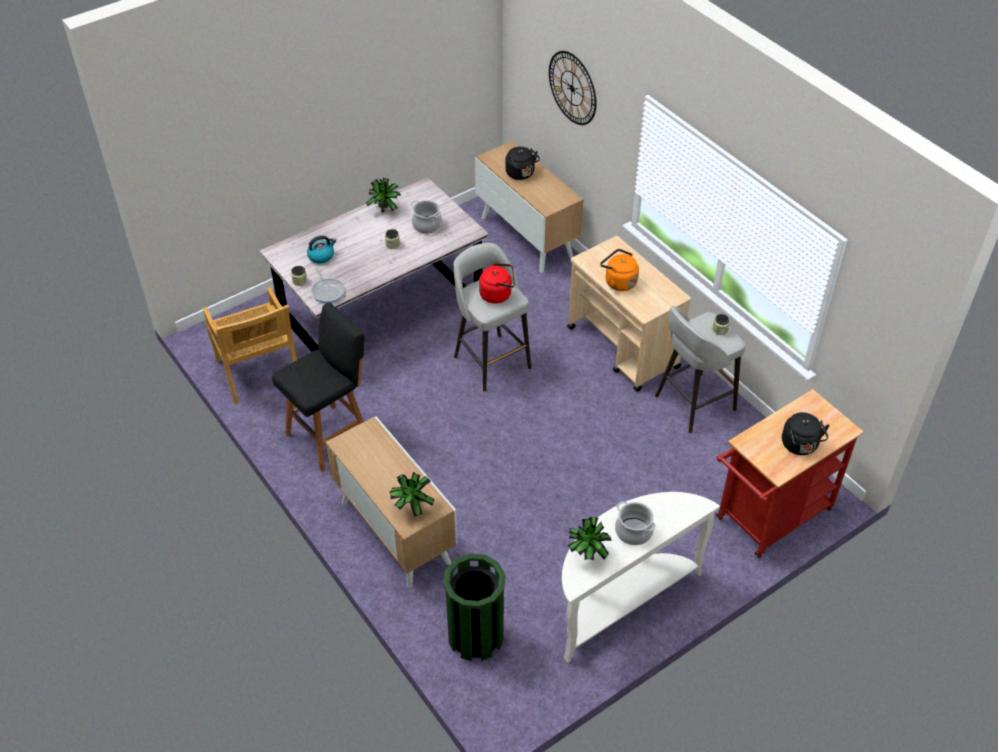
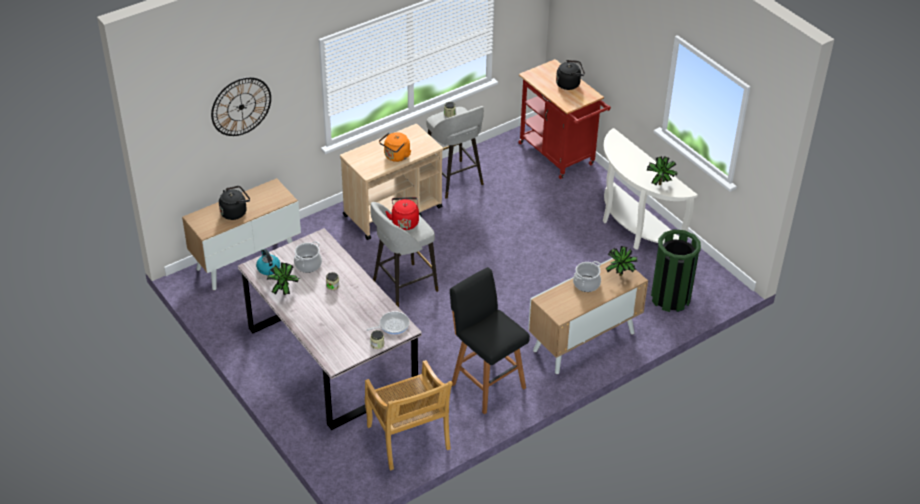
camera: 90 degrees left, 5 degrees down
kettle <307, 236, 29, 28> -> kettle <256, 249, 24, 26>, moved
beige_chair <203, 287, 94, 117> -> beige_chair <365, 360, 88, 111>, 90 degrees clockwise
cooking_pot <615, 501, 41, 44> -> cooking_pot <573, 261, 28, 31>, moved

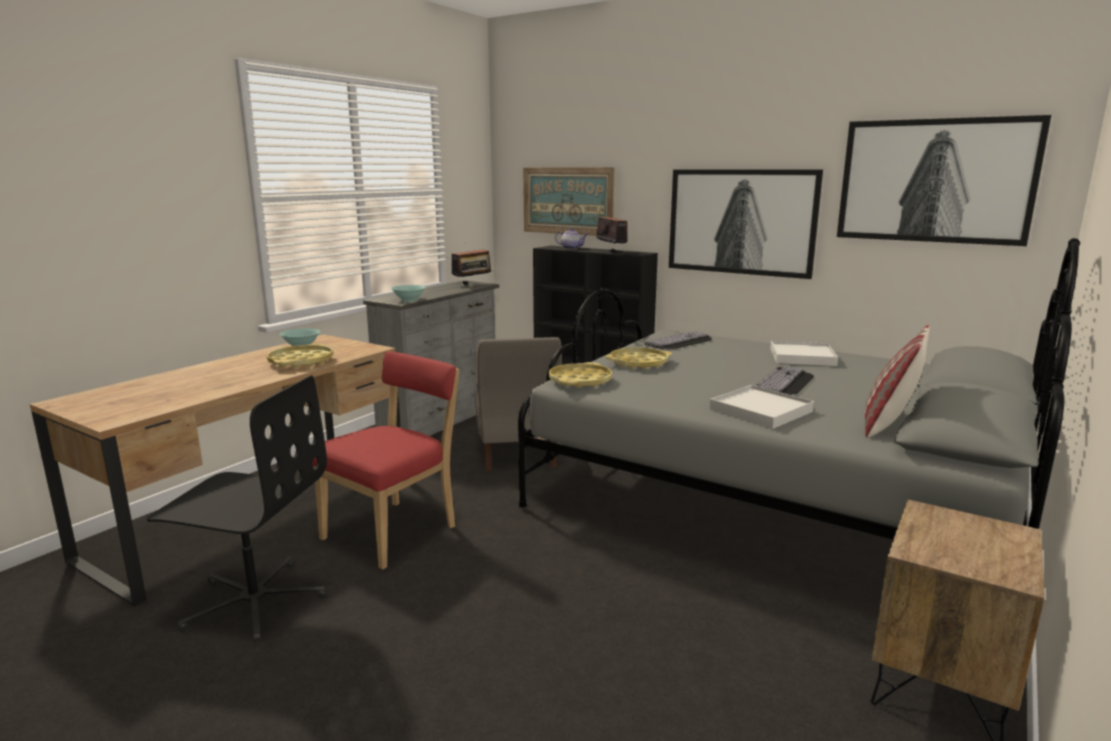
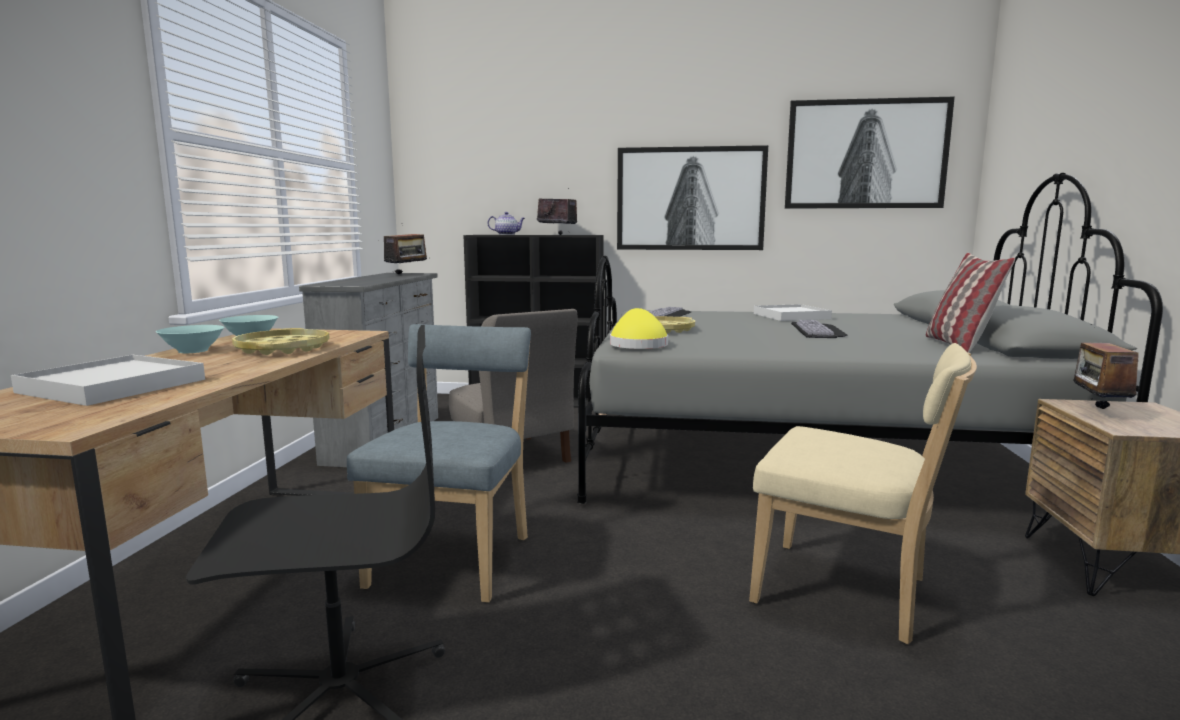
camera: 25 degrees left, 5 degrees down
white_tray <709, 385, 105, 44> -> white_tray <11, 355, 194, 51>, moved
turquoise_bowl <391, 285, 35, 17> -> turquoise_bowl <156, 325, 69, 28>, moved
red_chair <312, 351, 148, 219> -> blue_chair <347, 324, 184, 279>
yellow_tray <549, 362, 63, 26> -> yellow_hat <610, 308, 58, 41>
none -> beige_chair <749, 343, 228, 301>
none -> radio <1061, 324, 84, 85>
picture <523, 167, 92, 69> -> none

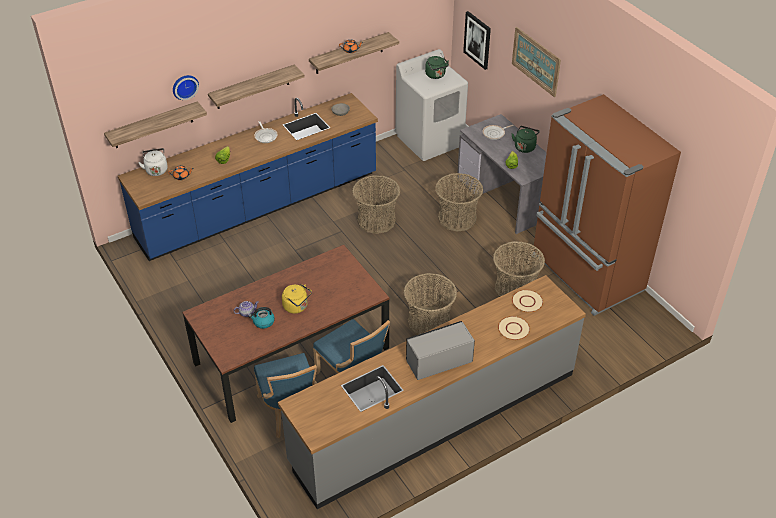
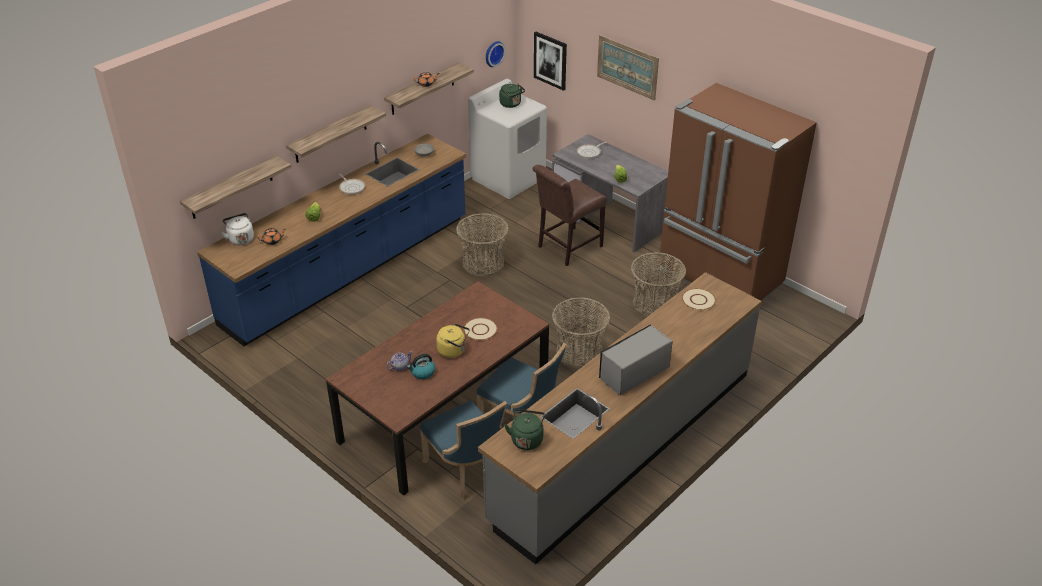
camera: 15 degrees left, 5 degrees down
beige_plate <498, 316, 32, 24> -> beige_plate <463, 318, 34, 22>, moved
wall_clock <173, 75, 26, 25> -> wall_clock <486, 41, 19, 26>, moved
green_kettle <511, 126, 29, 27> -> green_kettle <504, 409, 41, 41>, moved
basket <435, 173, 48, 59> -> brown_chair <533, 165, 74, 101>

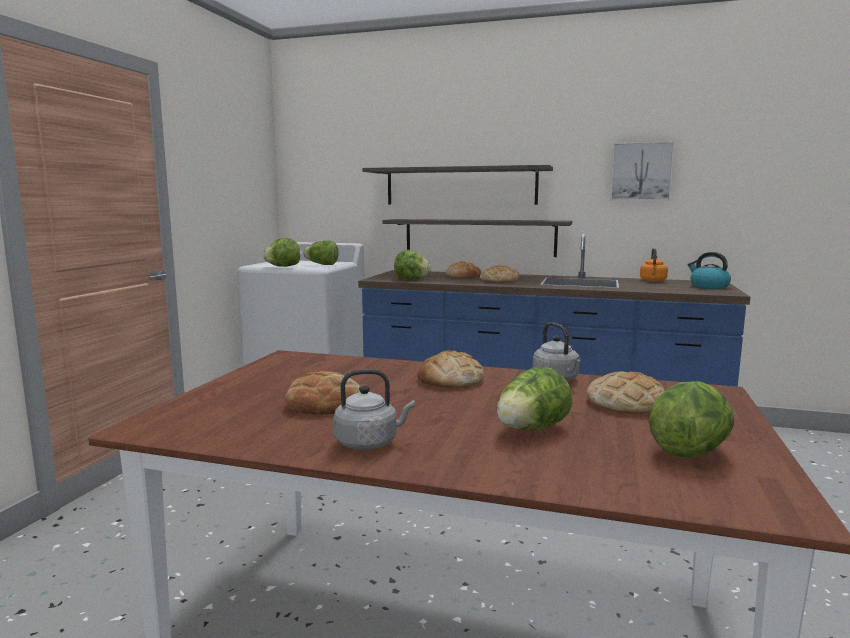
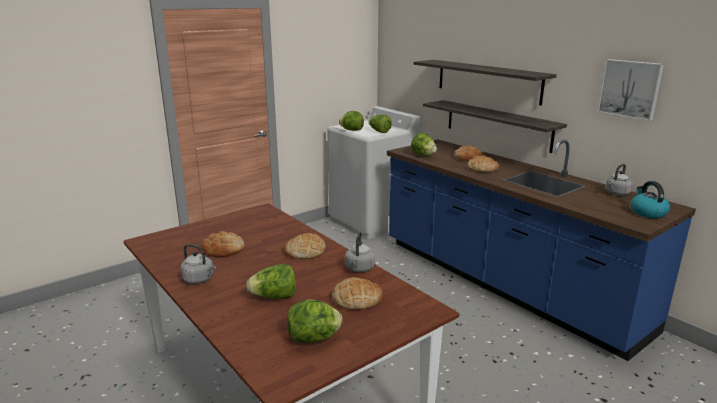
camera: 35 degrees right, 10 degrees up
orange_kettle <640, 248, 28, 34> -> grey_kettle <605, 164, 28, 31>

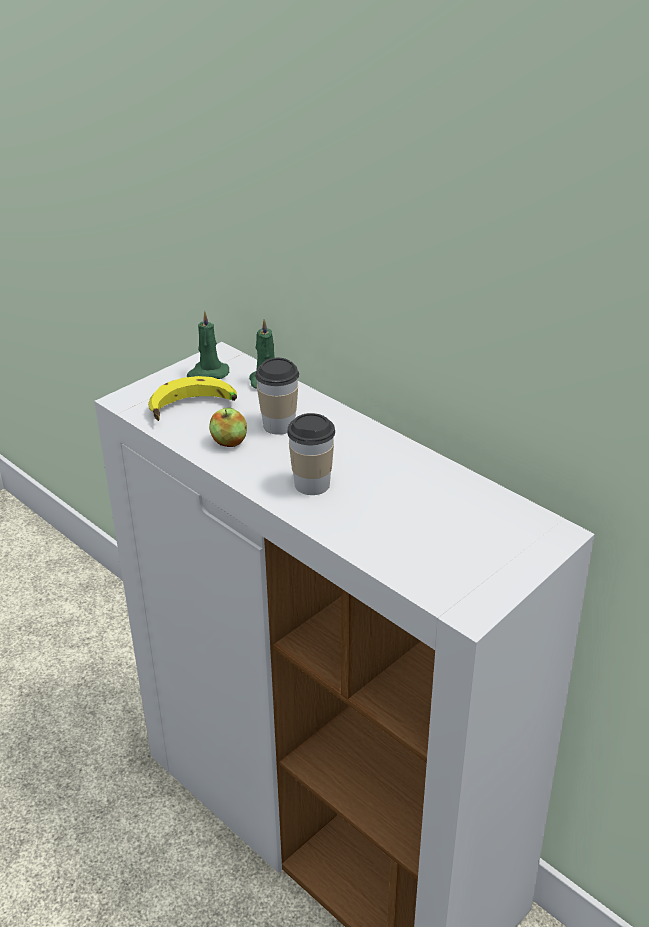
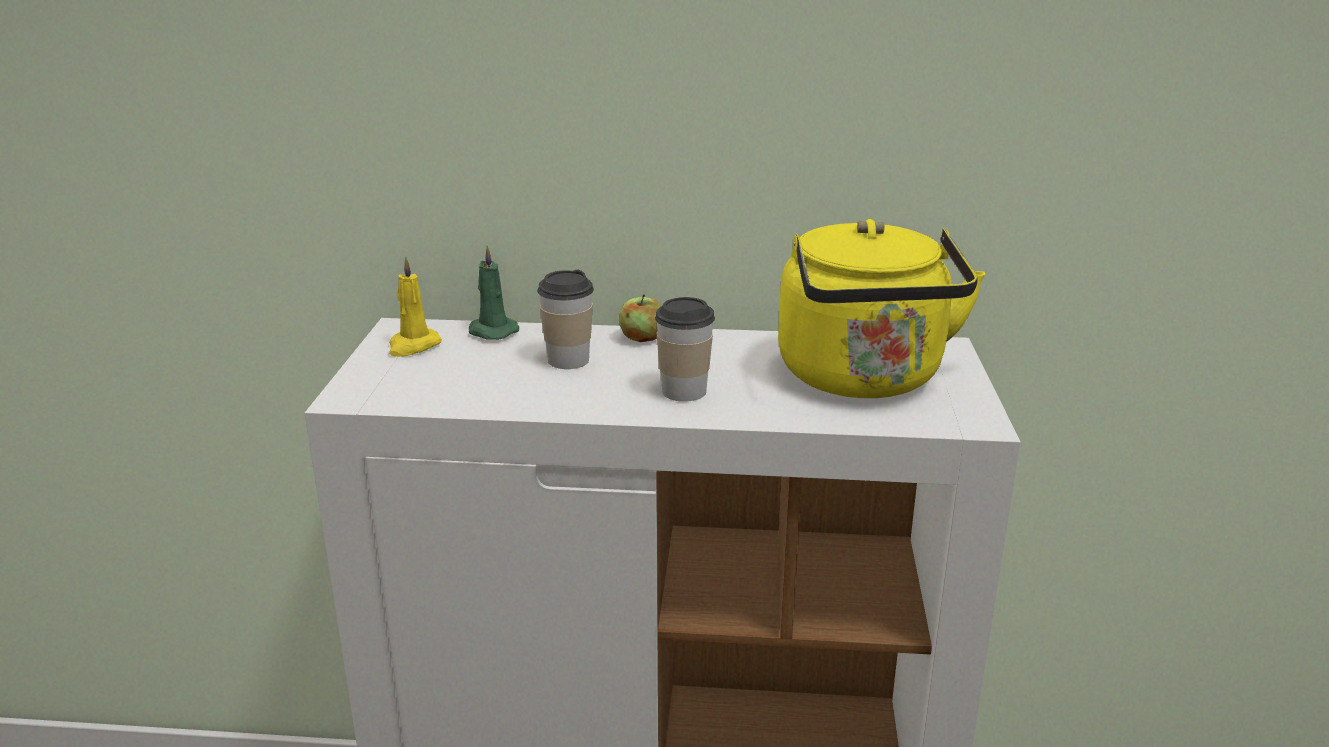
camera: 40 degrees left, 10 degrees down
green_candle <186, 311, 43, 68> -> yellow_candle <389, 256, 53, 101>
apple <209, 408, 38, 39> -> apple <619, 294, 42, 48>, moved
none -> yellow_kettle <778, 219, 207, 179>
banana <148, 376, 89, 45> -> none

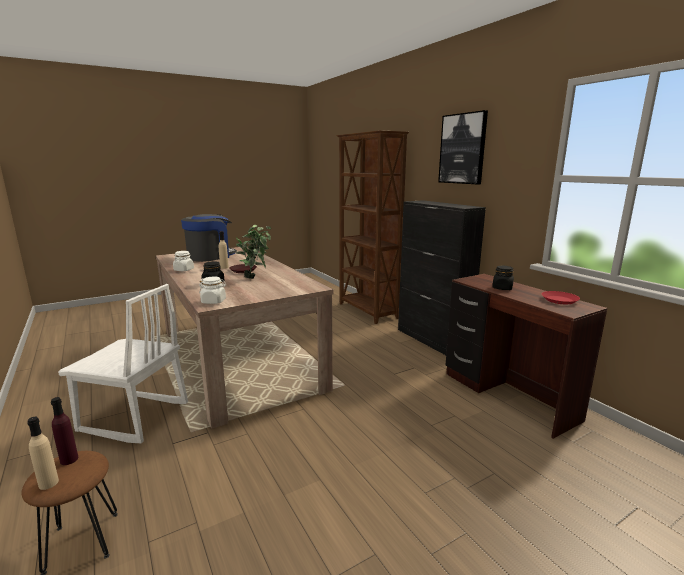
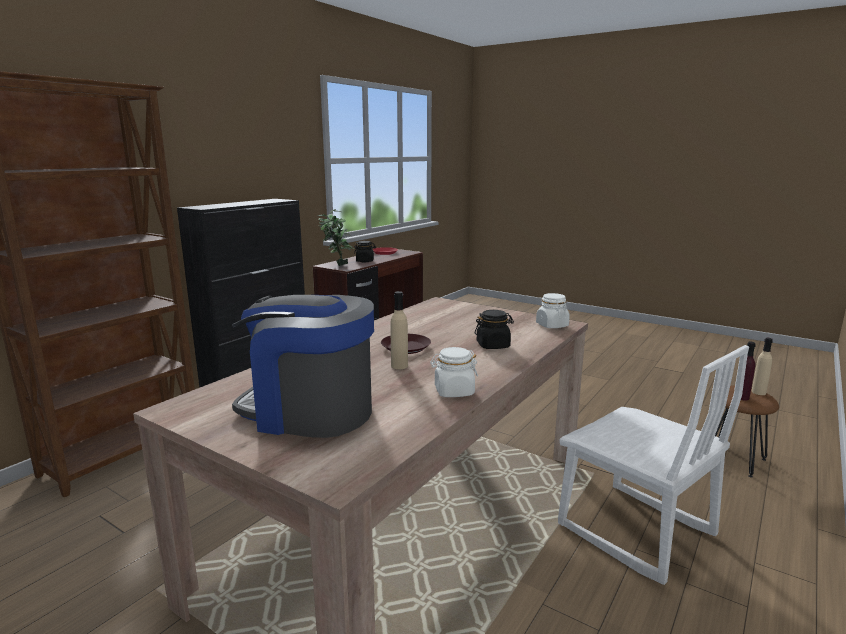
camera: 115 degrees left, 0 degrees up
potted_plant <236, 225, 35, 54> -> potted_plant <317, 209, 37, 57>, moved
white_chair <58, 284, 130, 159> -> white_chair <558, 345, 191, 240>, 150 degrees clockwise
picture <438, 110, 50, 74> -> none

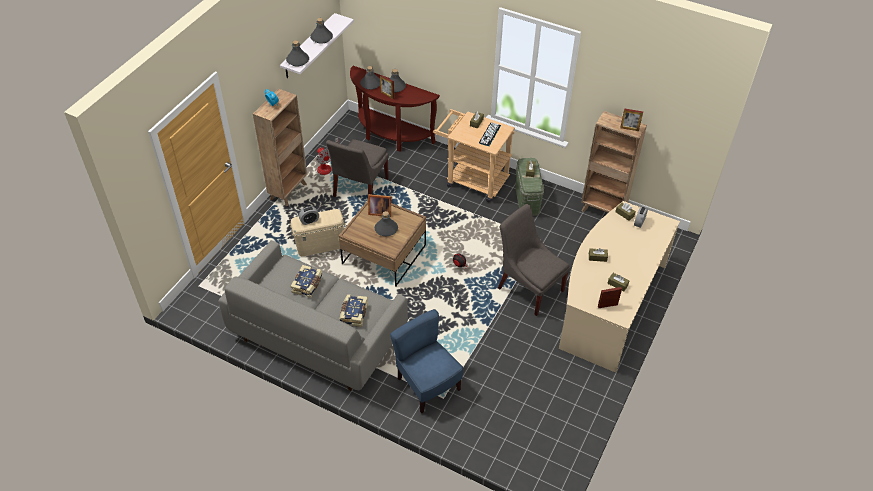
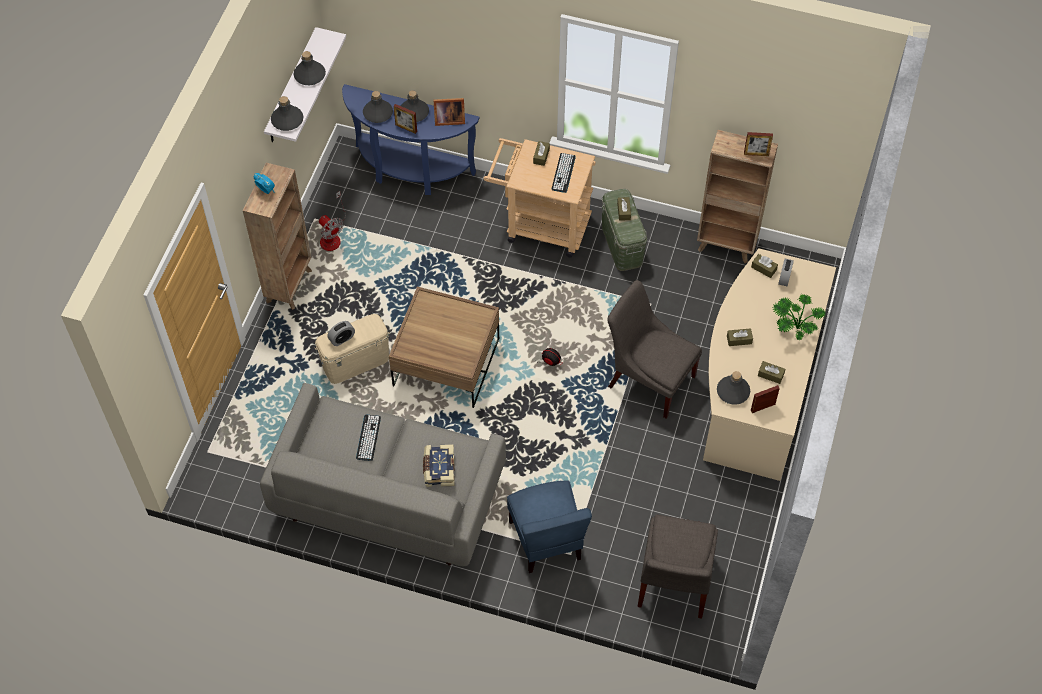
camera: 10 degrees left, 10 degrees up
brown_console_table <350, 66, 90, 86> -> blue_console_table <342, 84, 138, 111>
book <290, 265, 33, 33> -> keyboard <356, 414, 25, 47>
picture_frame <368, 194, 23, 23> -> picture_frame <433, 98, 32, 28>, moved
blue_chair <390, 309, 73, 104> -> blue_chair <507, 480, 85, 93>, 150 degrees counterclockwise
grey_chair <326, 139, 63, 58> -> grey_chair <638, 515, 80, 104>, moved
grey_bottle <375, 211, 23, 25> -> grey_bottle <717, 371, 33, 34>, moved
none -> potted_plant <773, 294, 53, 46>

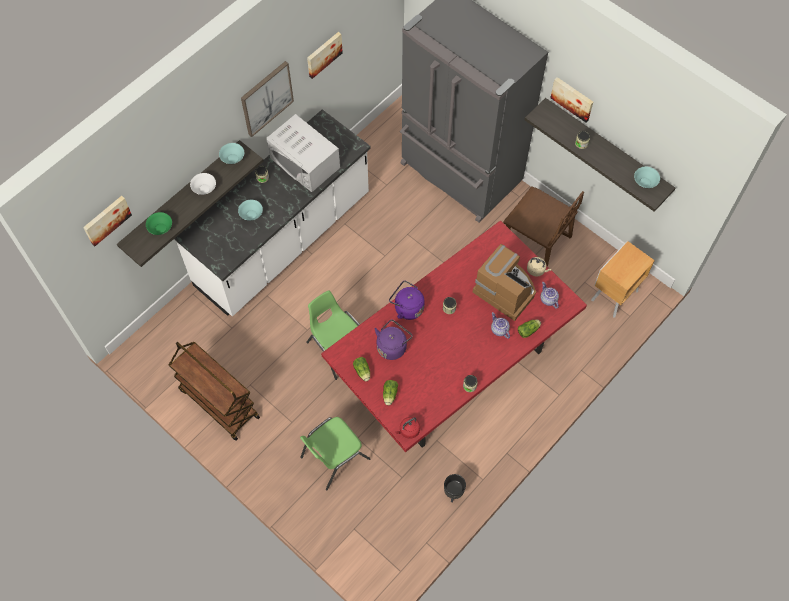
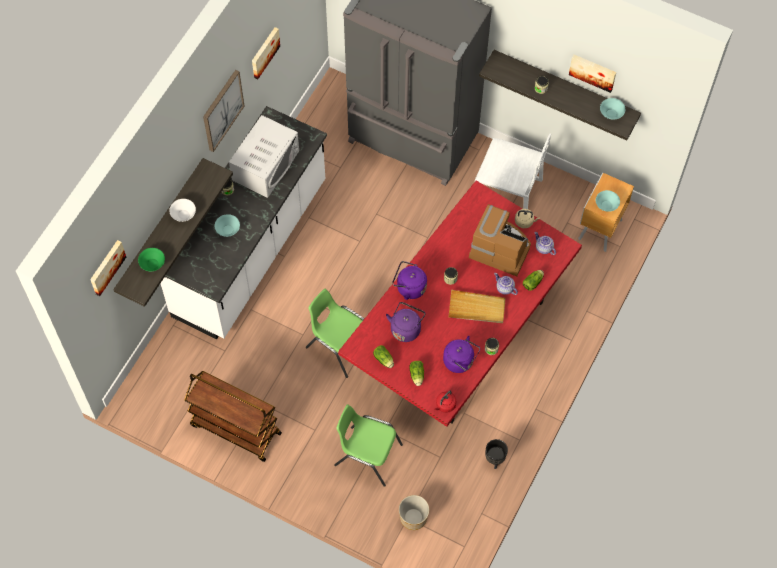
camera: 15 degrees left, 0 degrees up
white_microwave <266, 114, 74, 78> -> white_microwave <229, 115, 70, 83>, 90 degrees counterclockwise
green_chair <300, 417, 70, 73> -> green_chair <334, 404, 69, 83>, 75 degrees clockwise
none -> planter <399, 495, 30, 35>
none -> purple_kettle <443, 336, 37, 37>
none -> beige_tray <448, 290, 57, 33>
brown_chair <503, 186, 81, 80> -> white_chair <475, 133, 76, 76>
picture <550, 77, 43, 46> -> picture <569, 55, 47, 38>, moved
turquoise_bowl <219, 143, 25, 21> -> turquoise_bowl <596, 190, 24, 22>, moved

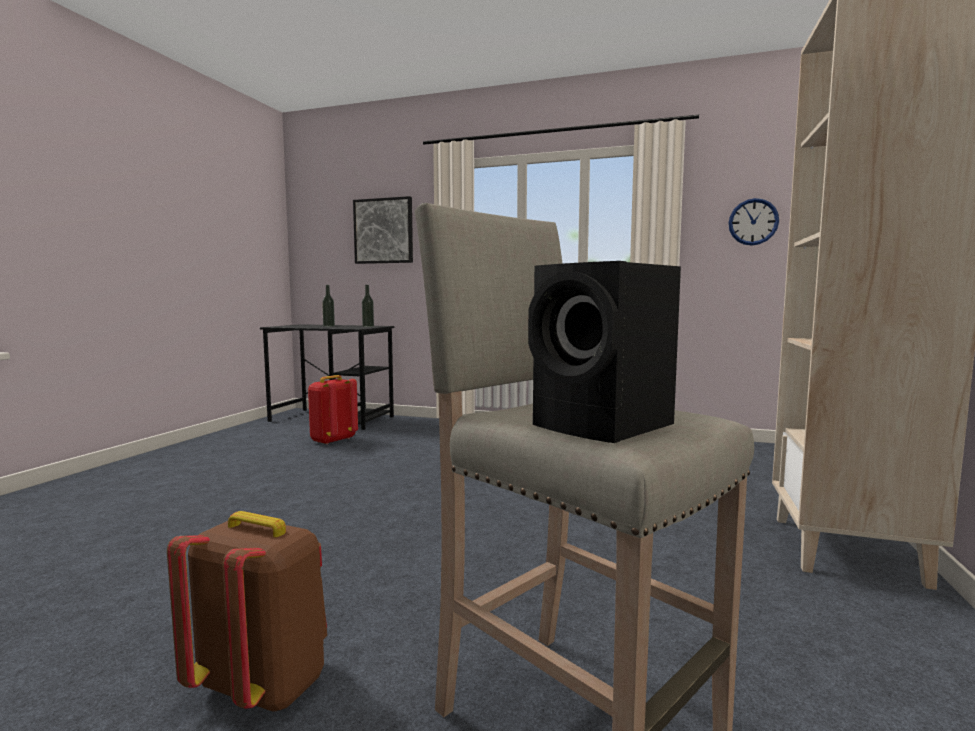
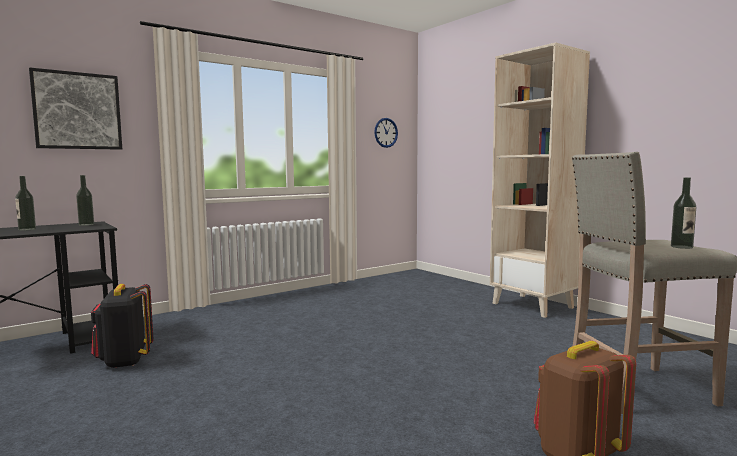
camera: 55 degrees left, 0 degrees up
red_backpack <308, 375, 50, 70> -> black_backpack <91, 284, 63, 84>
black_speaker <528, 261, 153, 182> -> bottle <671, 178, 25, 71>

